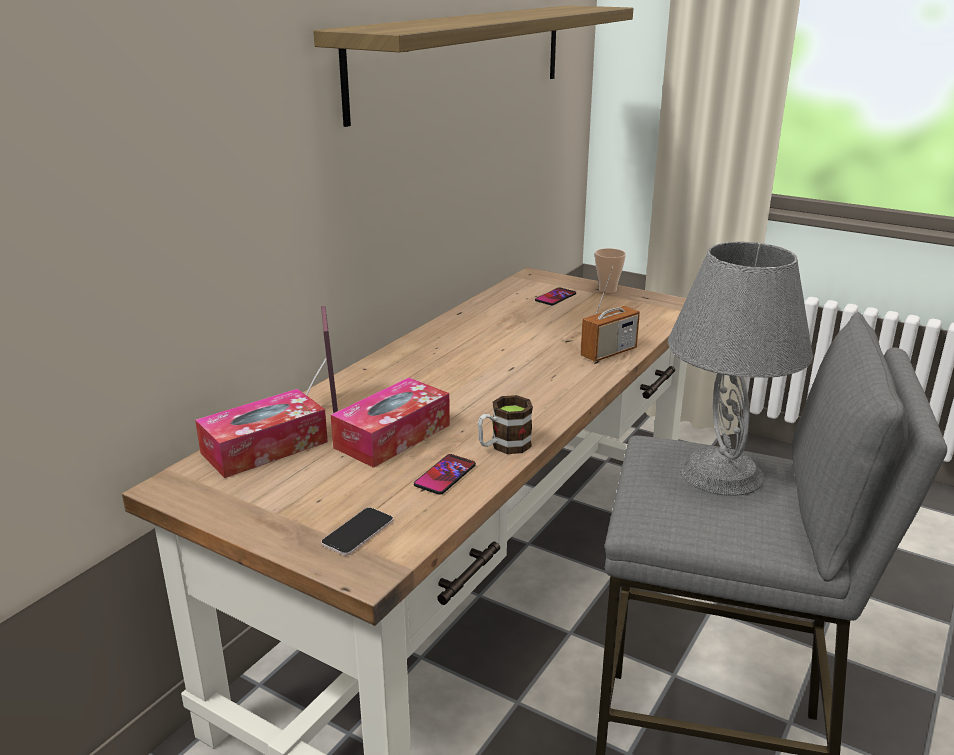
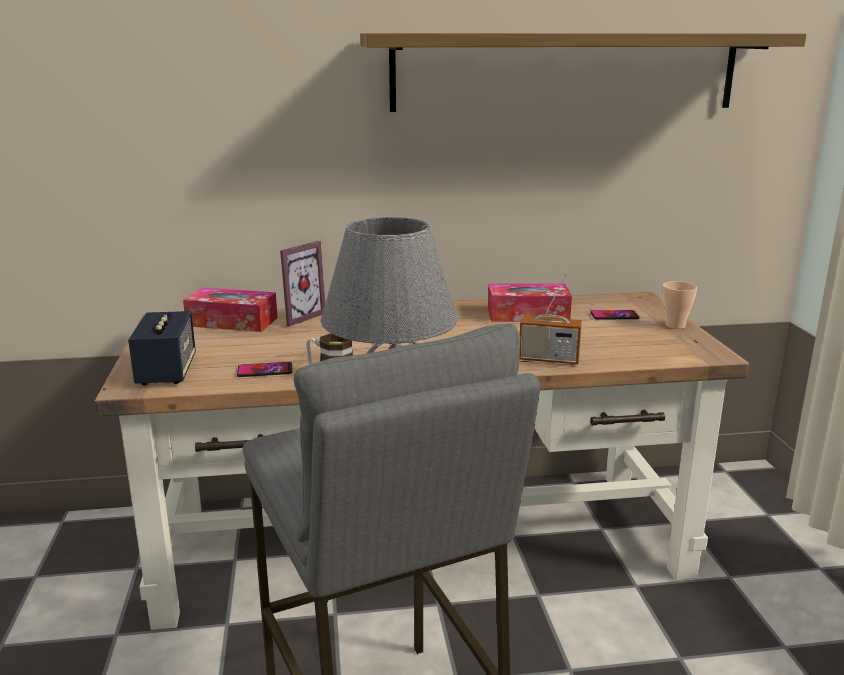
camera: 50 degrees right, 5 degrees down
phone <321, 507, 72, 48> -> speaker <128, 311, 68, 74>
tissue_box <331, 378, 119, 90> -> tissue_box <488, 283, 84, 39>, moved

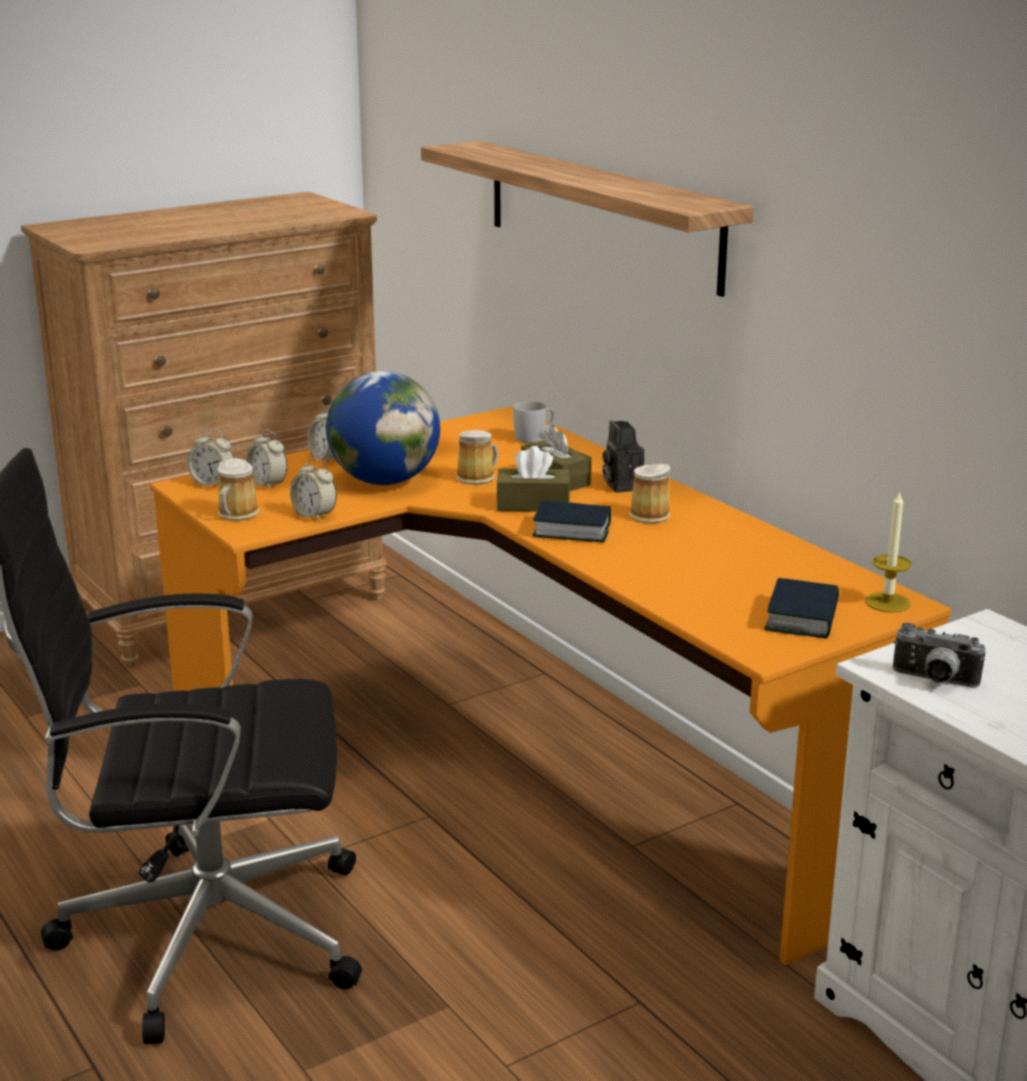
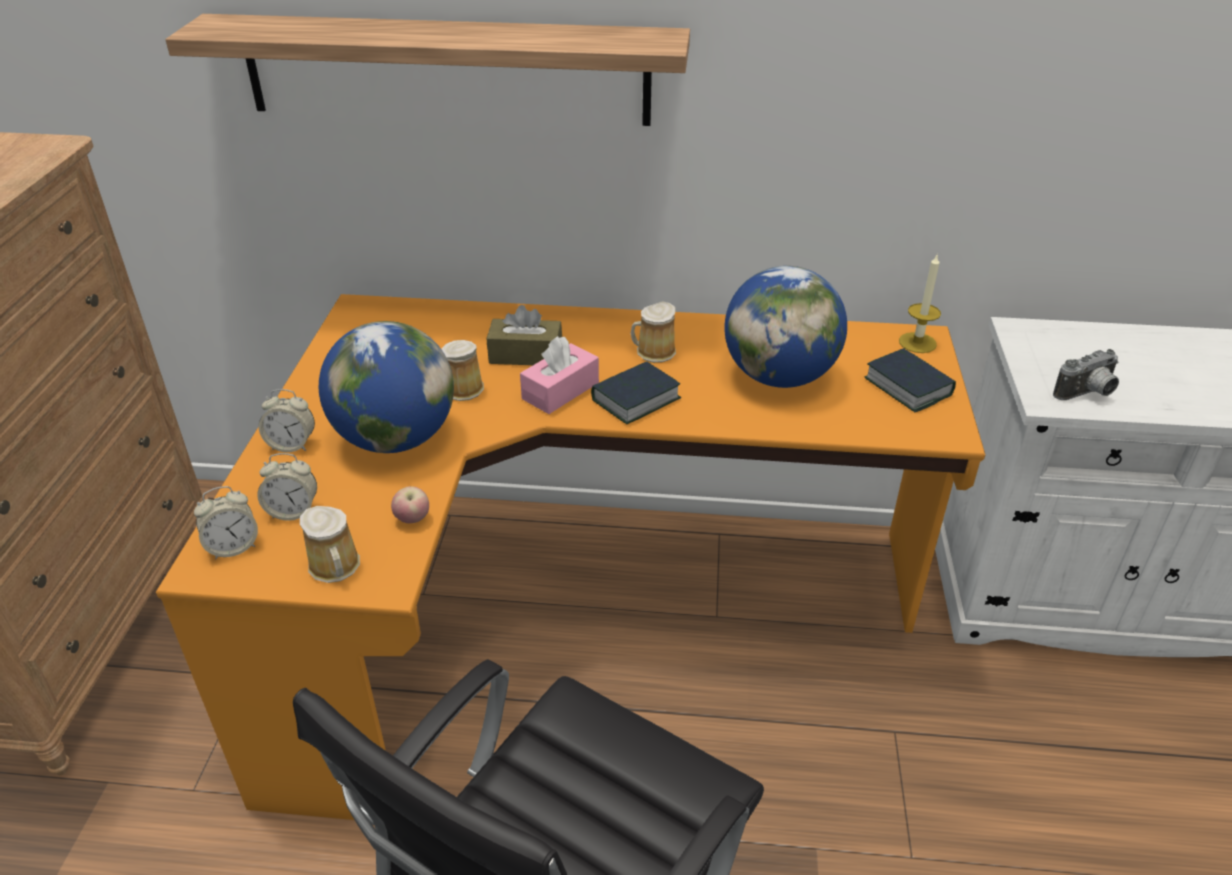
camera: 50 degrees left, 15 degrees up
alarm_clock <290, 458, 47, 63> -> apple <391, 486, 38, 37>
brown_tissue_box <496, 446, 74, 66> -> pink_tissue_box <520, 336, 79, 78>
none -> globe <724, 266, 123, 122>
white_mug <513, 401, 41, 42> -> none
photo_camera <602, 420, 42, 73> -> none

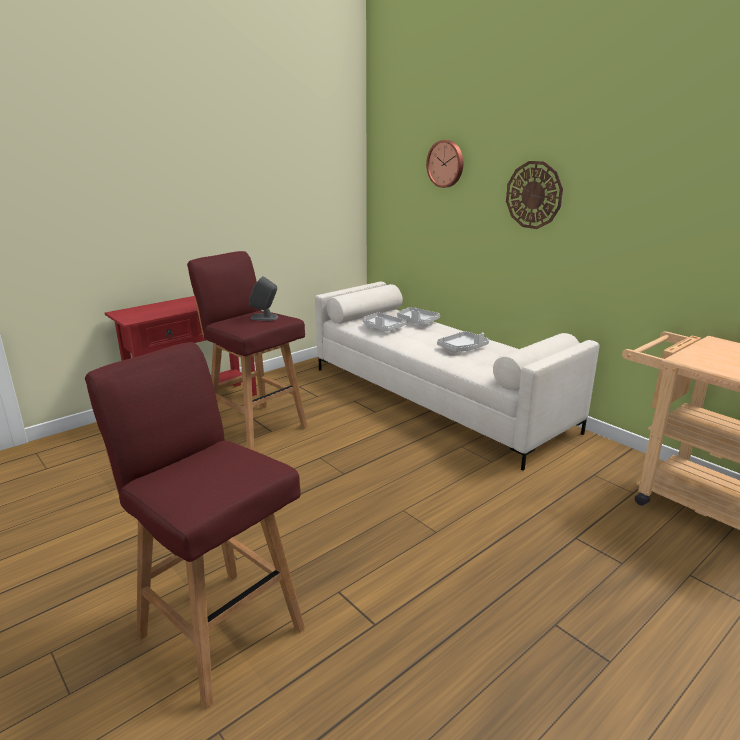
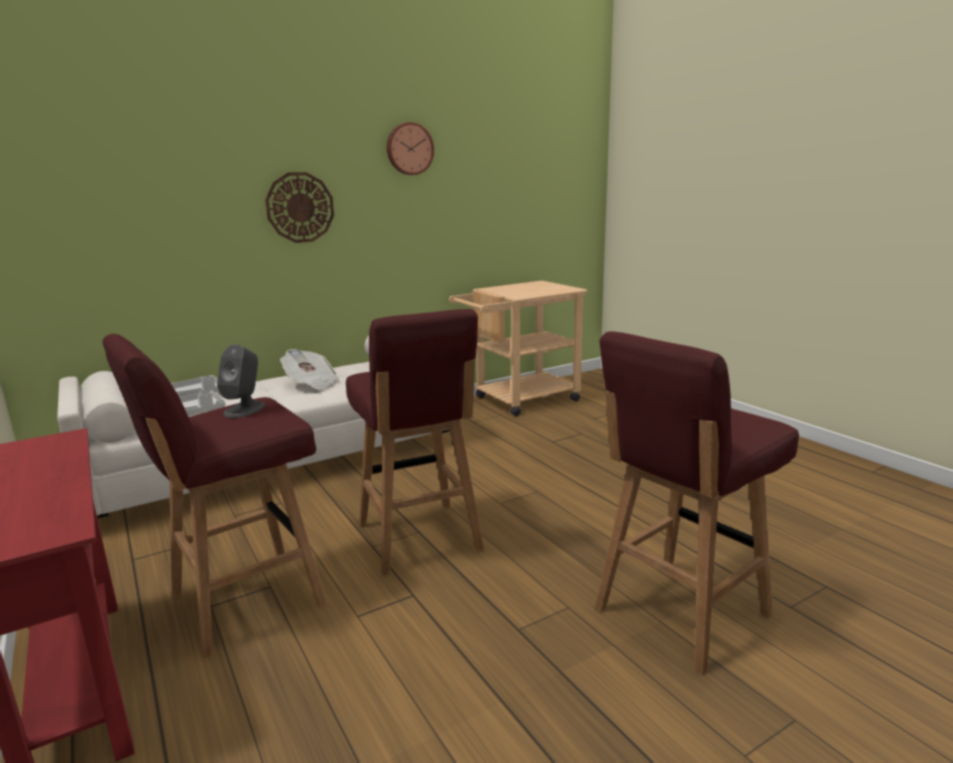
camera: 80 degrees left, 5 degrees down
grey_tray <437, 331, 52, 21> -> newspaper <280, 349, 59, 41>
none -> red_stool <346, 309, 138, 267>
wall_clock <426, 140, 37, 48> -> wall_clock <387, 122, 47, 53>, moved

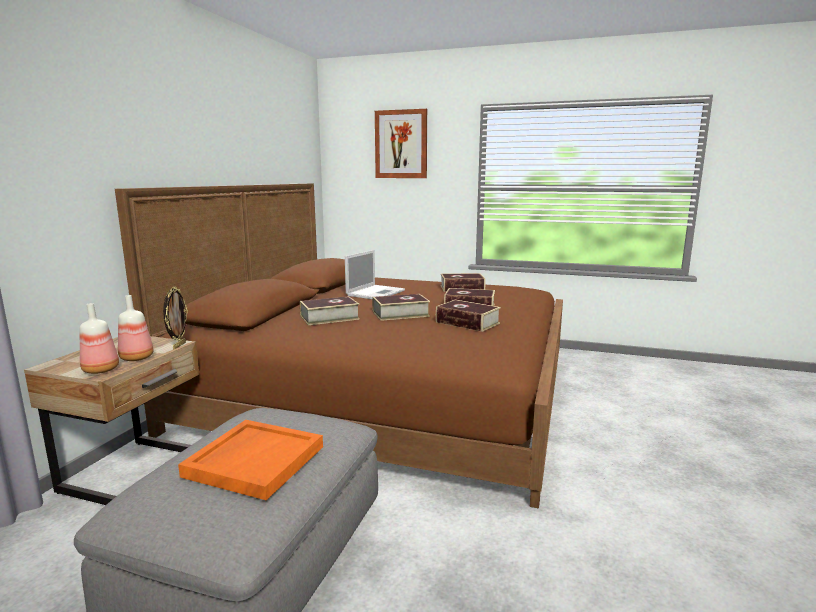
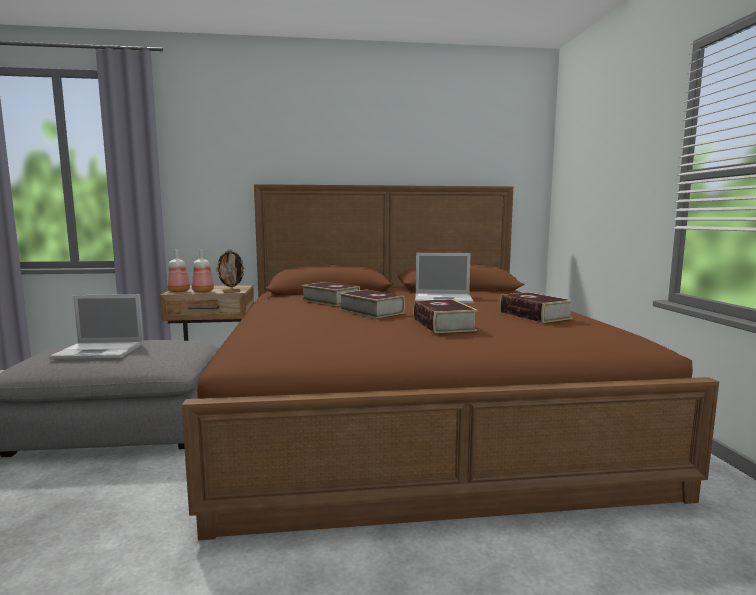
camera: 65 degrees right, 5 degrees down
orange_tray <178, 420, 145, 80> -> laptop <49, 294, 95, 65>
picture <375, 109, 52, 69> -> none
book <436, 300, 65, 32> -> none

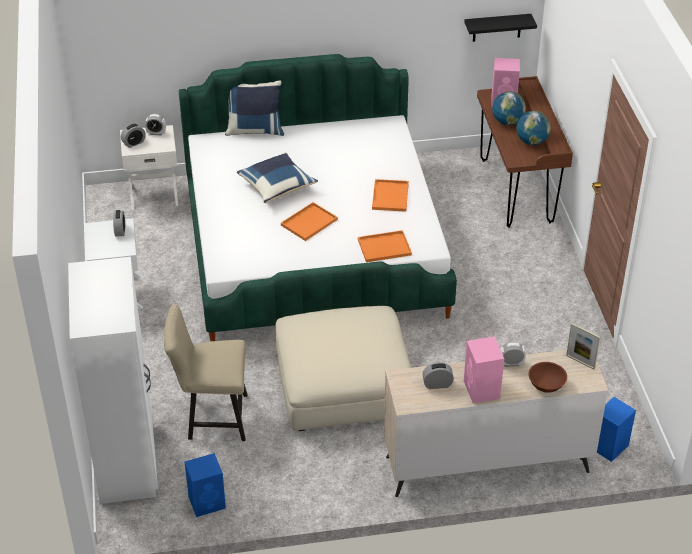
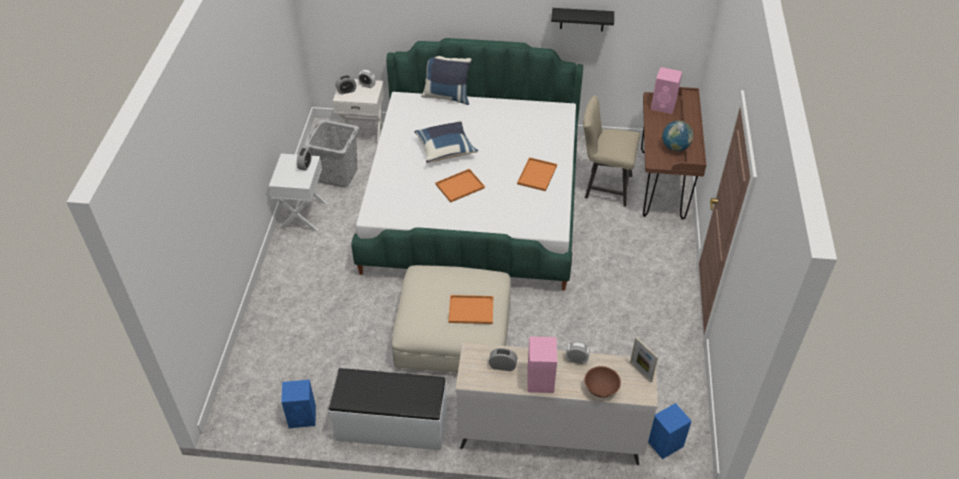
camera: 15 degrees right, 5 degrees up
none -> grey_laundry_basket <304, 120, 55, 68>
none -> white_bench <329, 368, 118, 82>
orange_tray <358, 230, 54, 32> -> orange_tray <448, 295, 45, 29>, moved
black_shelf <464, 14, 73, 28> -> black_shelf <551, 8, 63, 23>, moved
beige_chair <164, 304, 84, 137> -> beige_chair <583, 96, 57, 111>, moved
white_wardrobe <68, 257, 90, 247> -> none
globe <492, 91, 34, 34> -> none

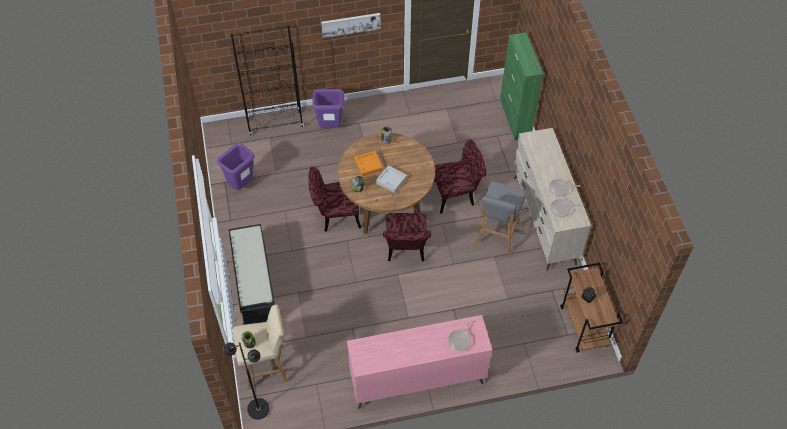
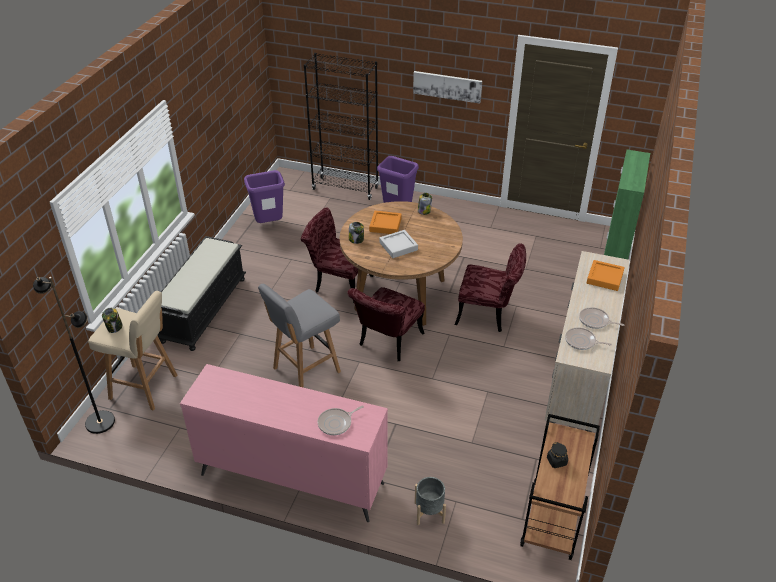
camera: 30 degrees right, 15 degrees down
grey_stool <475, 181, 51, 73> -> grey_stool <258, 284, 83, 104>, moved
none -> grey_planter <415, 477, 31, 48>
none -> orange_tray <587, 260, 38, 31>

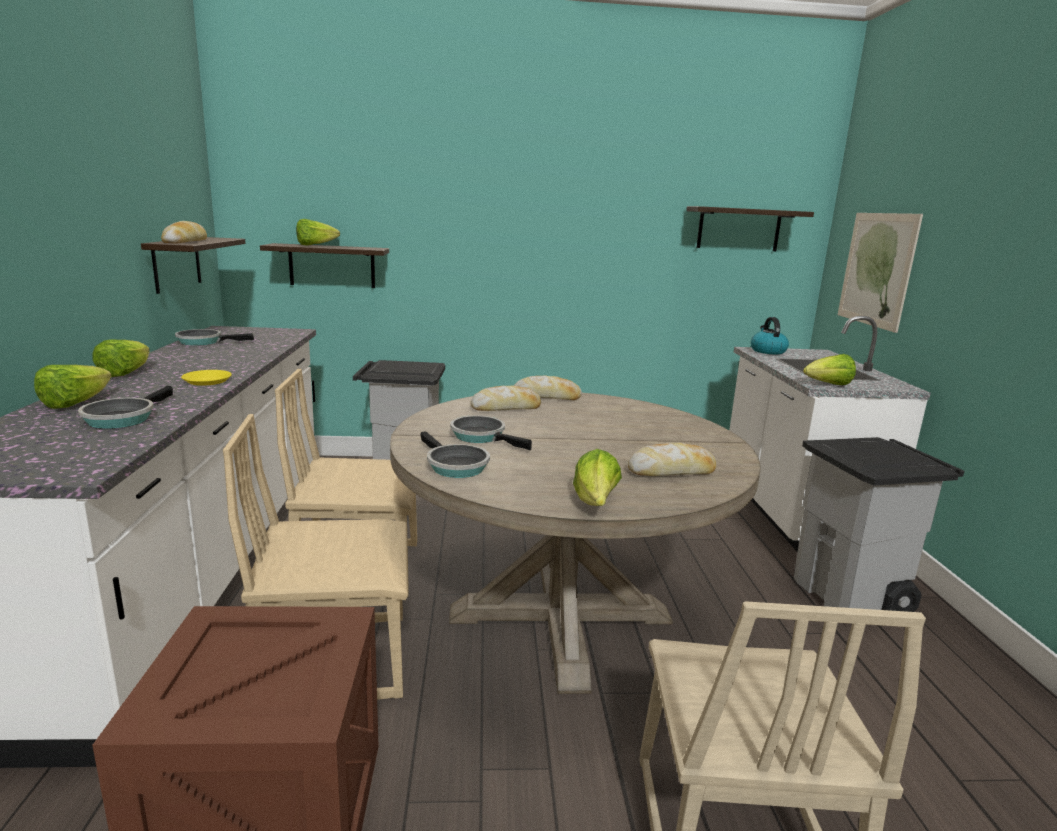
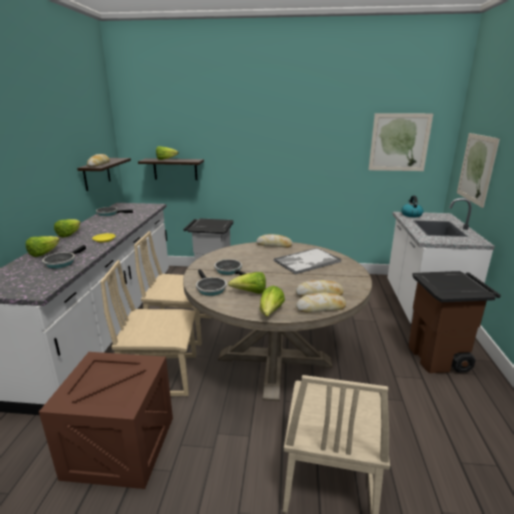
camera: 10 degrees right, 5 degrees up
lettuce <803, 354, 53, 31> -> lettuce <228, 272, 38, 22>, moved
none -> tray <274, 248, 67, 27>
bread <470, 385, 71, 26> -> bread <296, 292, 50, 21>, moved
shelf <686, 206, 128, 45> -> picture <368, 113, 65, 58>
grey_trash_can <794, 437, 170, 175> -> brown_trash_can <408, 271, 93, 102>

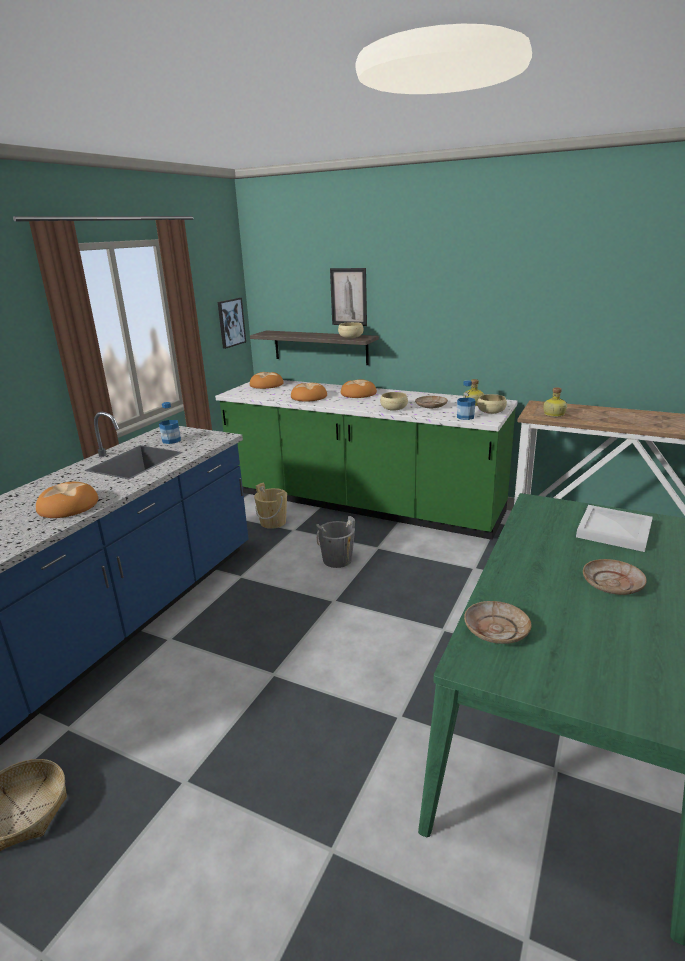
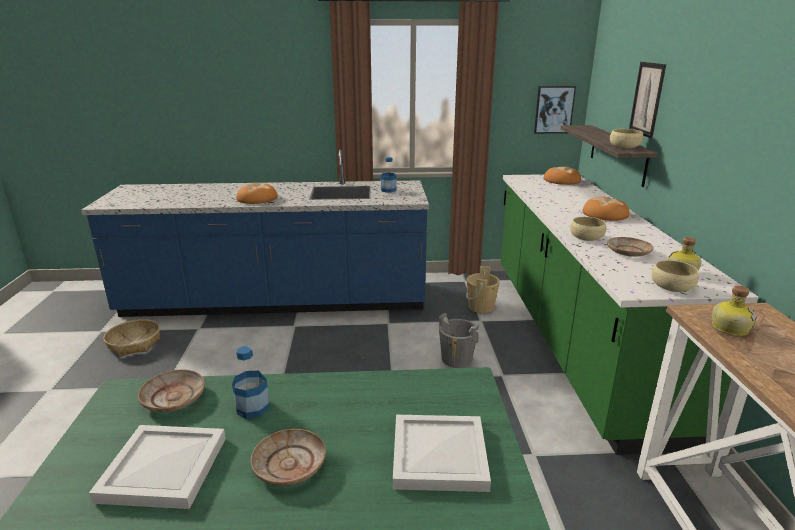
camera: 60 degrees right, 0 degrees up
none -> white_tray <89, 425, 137, 84>
bottle <457, 380, 18, 40> -> bottle <232, 346, 37, 73>, moved
bread <291, 383, 36, 18> -> none

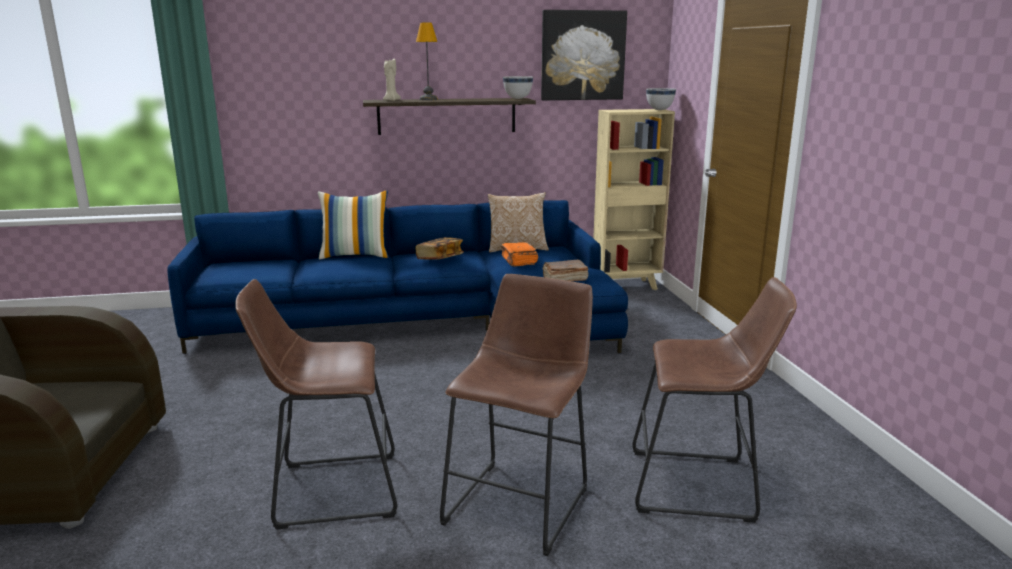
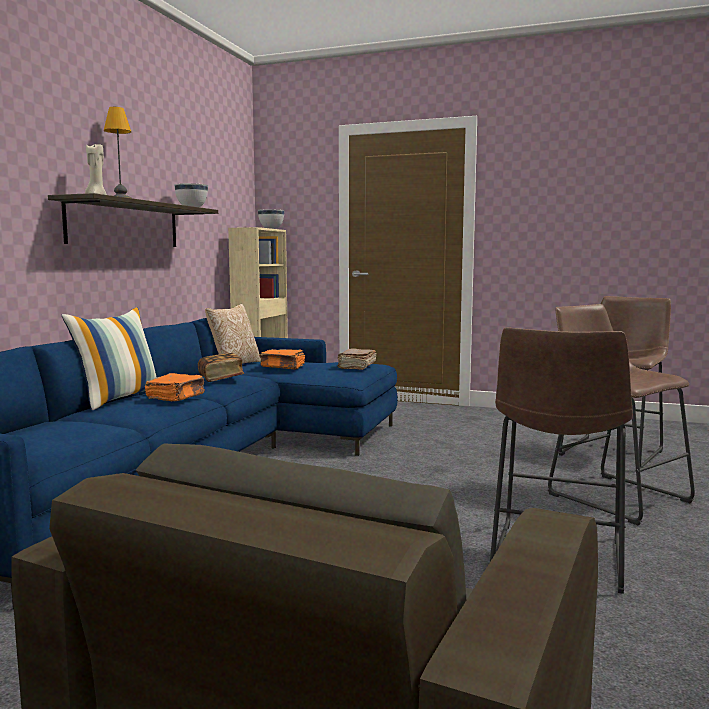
camera: 60 degrees left, 10 degrees down
none -> orange_book <145, 373, 60, 28>
picture <541, 10, 86, 90> -> none

